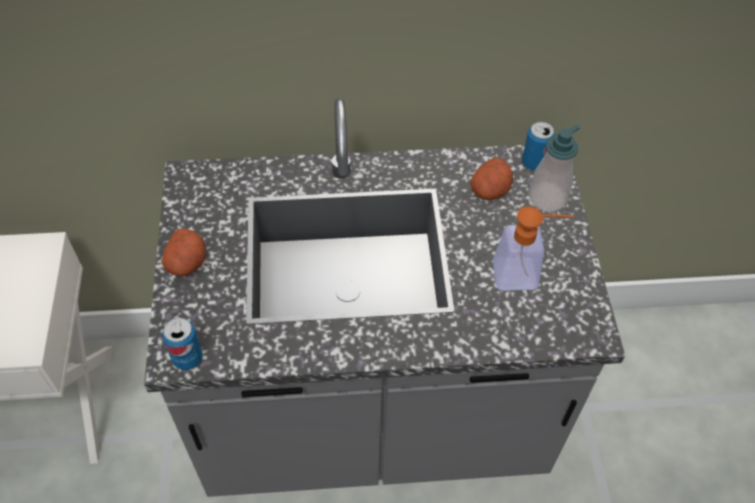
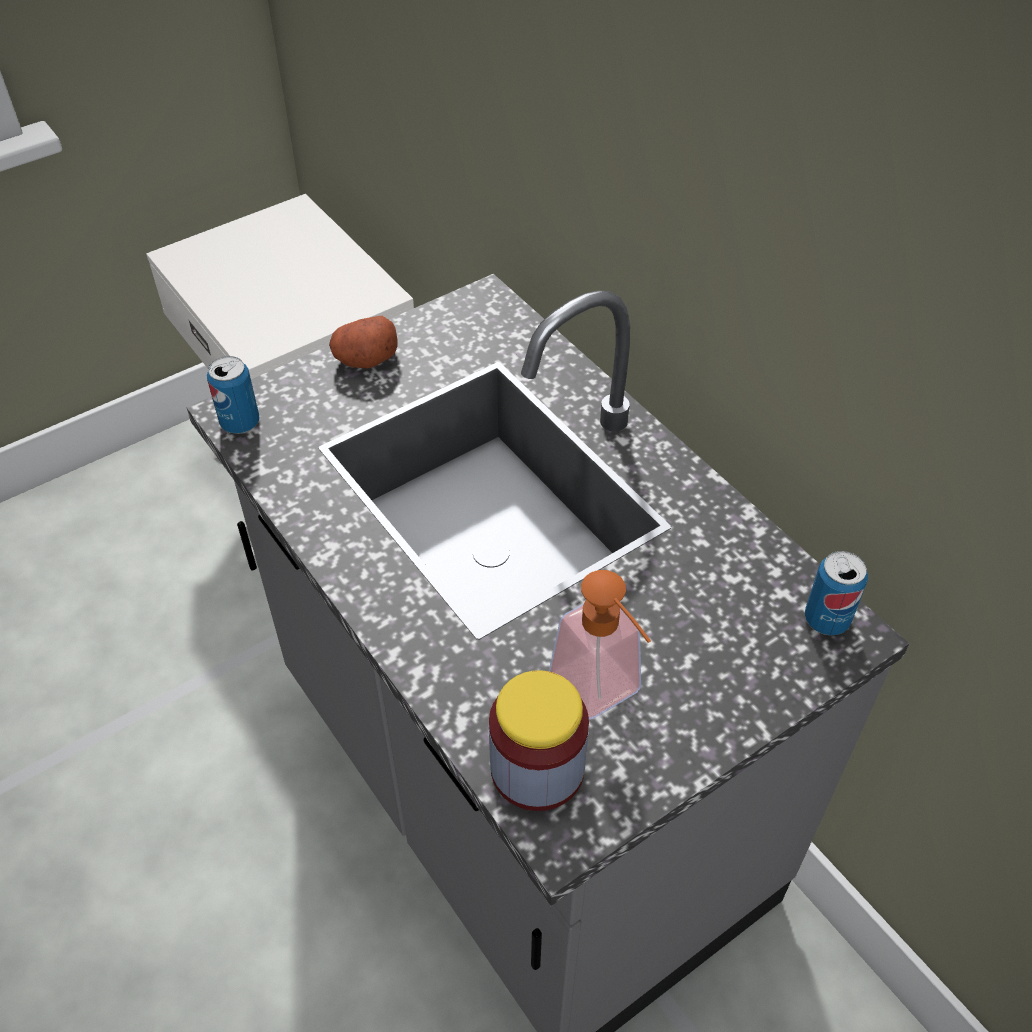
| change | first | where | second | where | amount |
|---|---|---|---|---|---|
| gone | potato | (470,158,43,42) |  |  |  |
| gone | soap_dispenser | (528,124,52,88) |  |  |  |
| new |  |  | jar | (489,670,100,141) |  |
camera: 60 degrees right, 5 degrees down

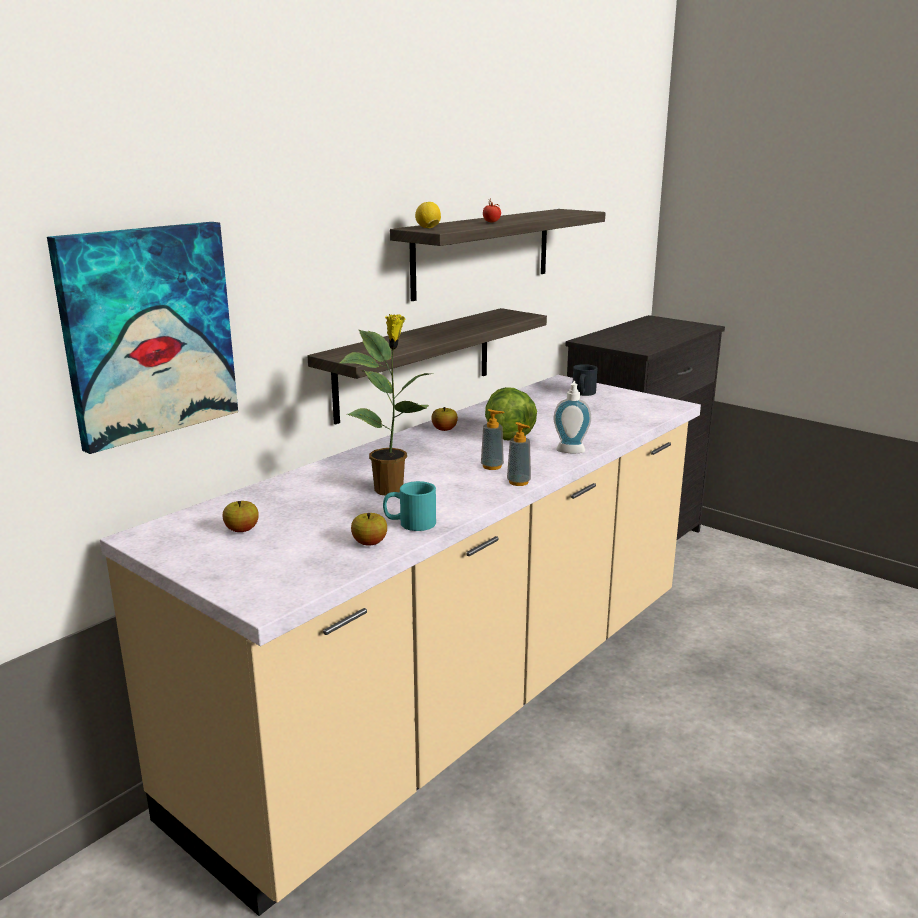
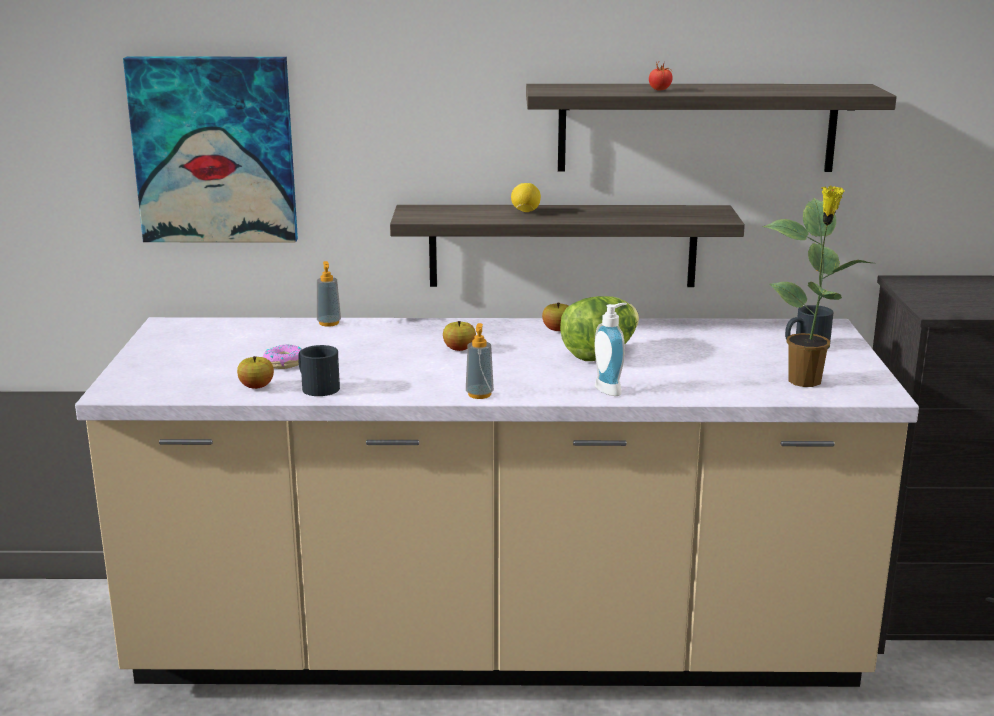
| change | first | where | second | where | amount |
|---|---|---|---|---|---|
| shifted | apple | (223,501,36,31) |  | (443,321,33,30) |  |
| shifted | potted_plant | (339,314,95,181) |  | (762,185,110,202) |  |
| repainted | turquoise_mug | (383,481,53,50) | black_mug | (298,345,42,51) |  |
| shifted | lemon | (415,202,26,26) |  | (511,183,30,29) |  |
| shifted | soap_dispenser | (481,409,23,61) |  | (317,261,24,66) |  |
| new |  |  | donut | (262,344,40,25) |  |
camera: 50 degrees right, 0 degrees up

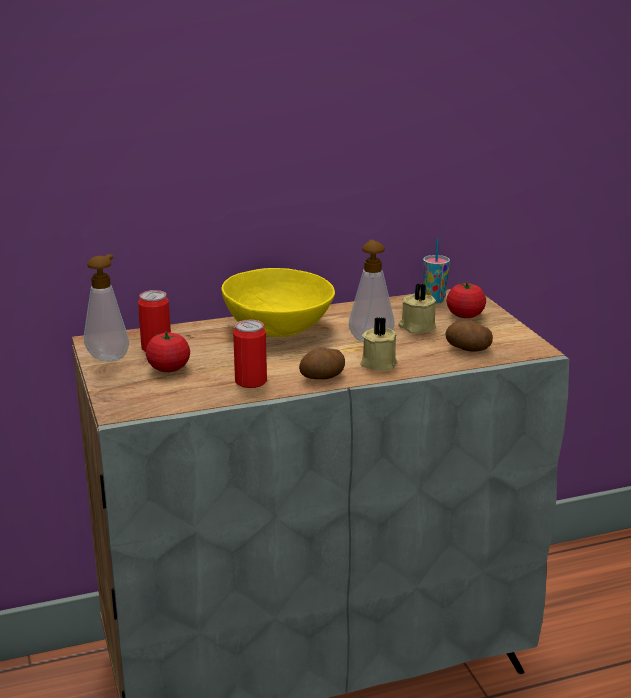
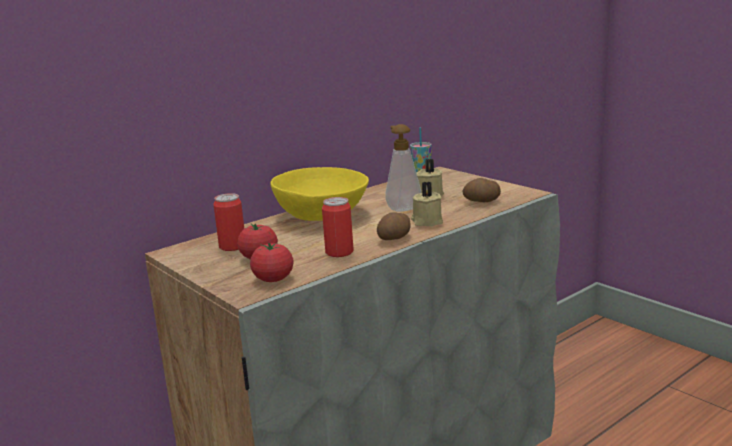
| change | first | where | second | where | amount |
|---|---|---|---|---|---|
| gone | soap_dispenser | (84,254,45,108) |  |  |  |
| shifted | tomato | (446,282,40,36) |  | (250,243,44,39) |  |
camera: 20 degrees left, 5 degrees down

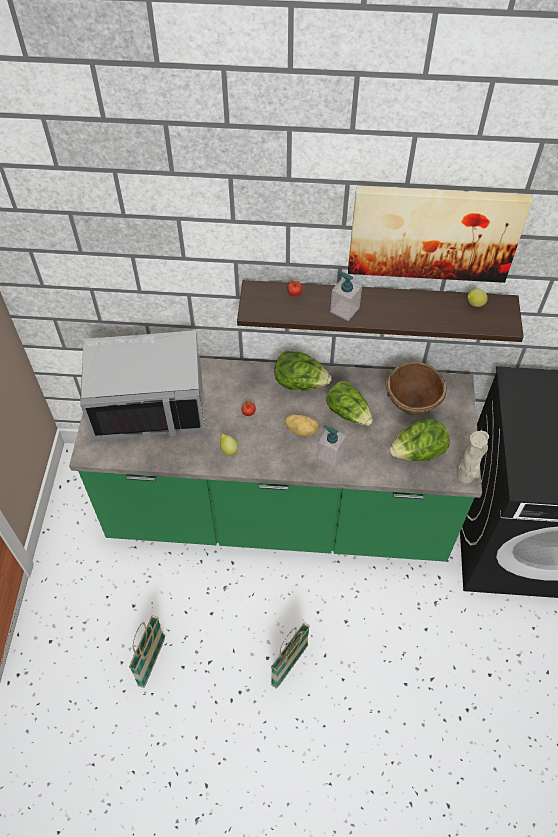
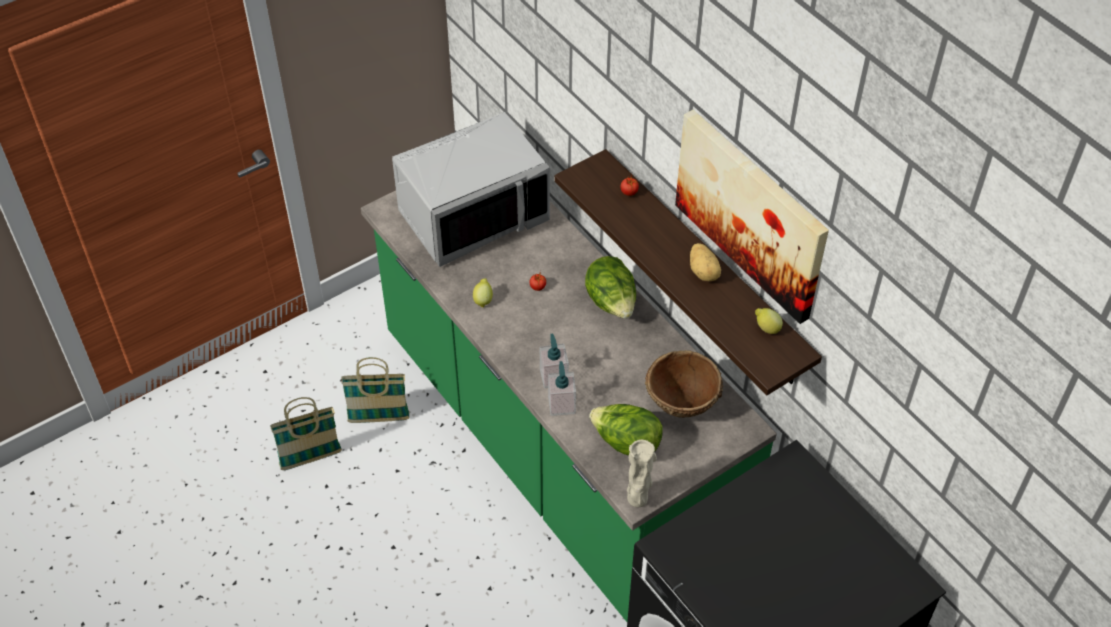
| change | first | where | second | where | amount |
|---|---|---|---|---|---|
| rotated | grey_microwave | (80,330,125,112) |  | (392,112,158,155) | 75 degrees counterclockwise |
| shifted | basket | (271,622,39,67) |  | (341,357,68,66) |  |
| shifted | potato | (285,415,34,22) |  | (690,243,31,38) |  |
| gone | lettuce | (326,381,47,45) |  |  |  |
| shifted | soap_dispenser | (330,271,32,50) |  | (548,361,28,55) |  |
camera: 50 degrees right, 5 degrees down

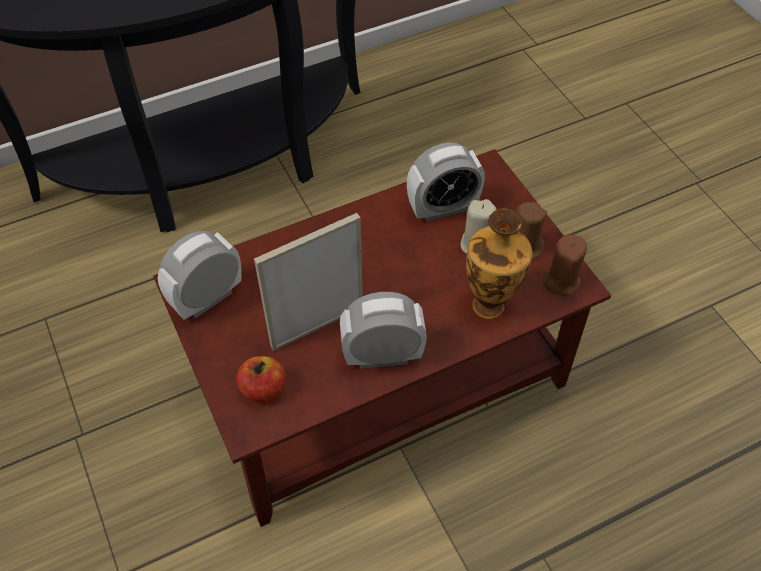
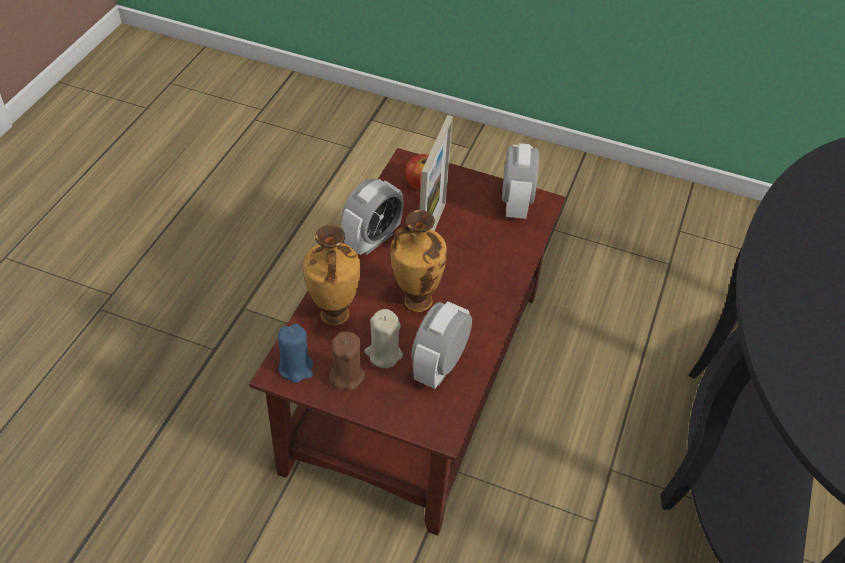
| change | first | where | second | where | amount |
|---|---|---|---|---|---|
| repainted | brown_candle | (543,234,44,62) | blue_candle | (278,324,35,59) |  |
| new |  |  | vase | (390,210,57,102) |  |
camera: 135 degrees right, 5 degrees down

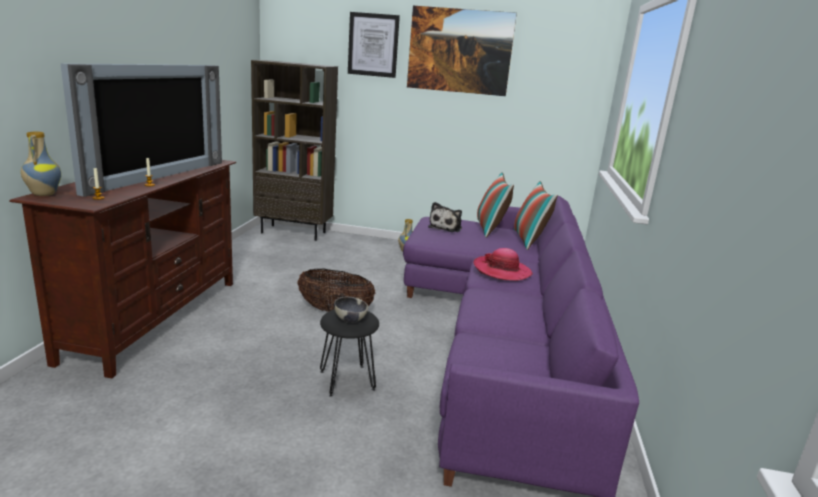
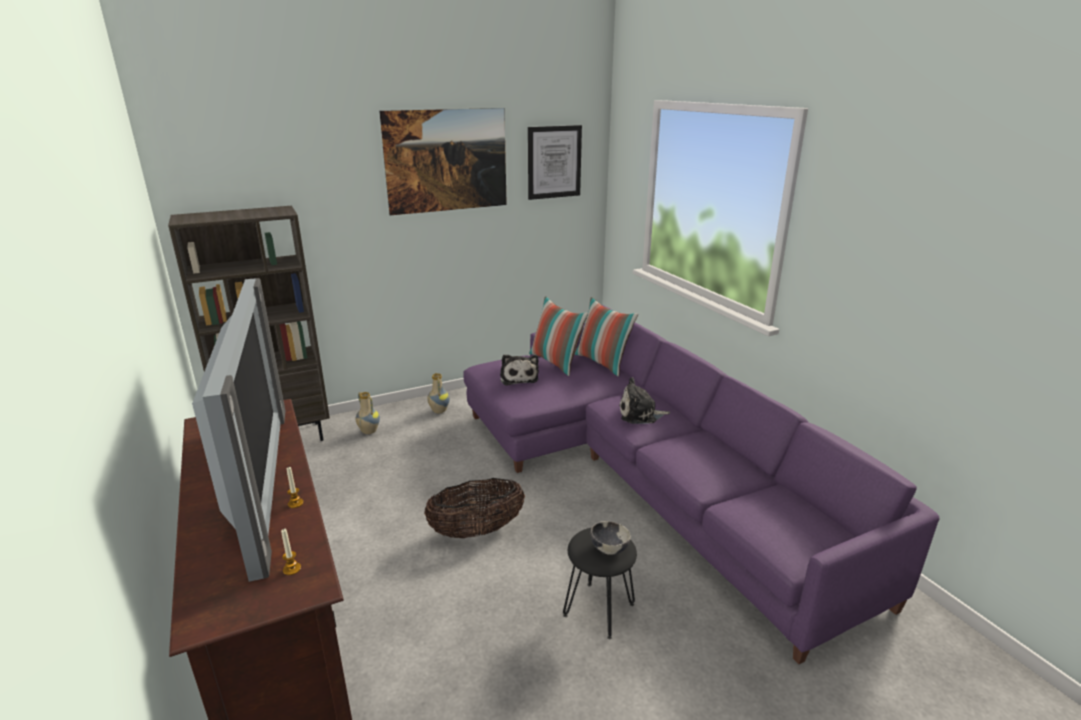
| change | first | where | second | where | amount |
|---|---|---|---|---|---|
| shifted | vase | (21,132,40,64) |  | (356,392,24,42) |  |
| shifted | picture | (348,12,52,66) |  | (528,125,54,75) |  |
| swapped | hat | (474,248,59,33) | plush_toy | (619,377,51,47) |  |
camera: 35 degrees left, 5 degrees up

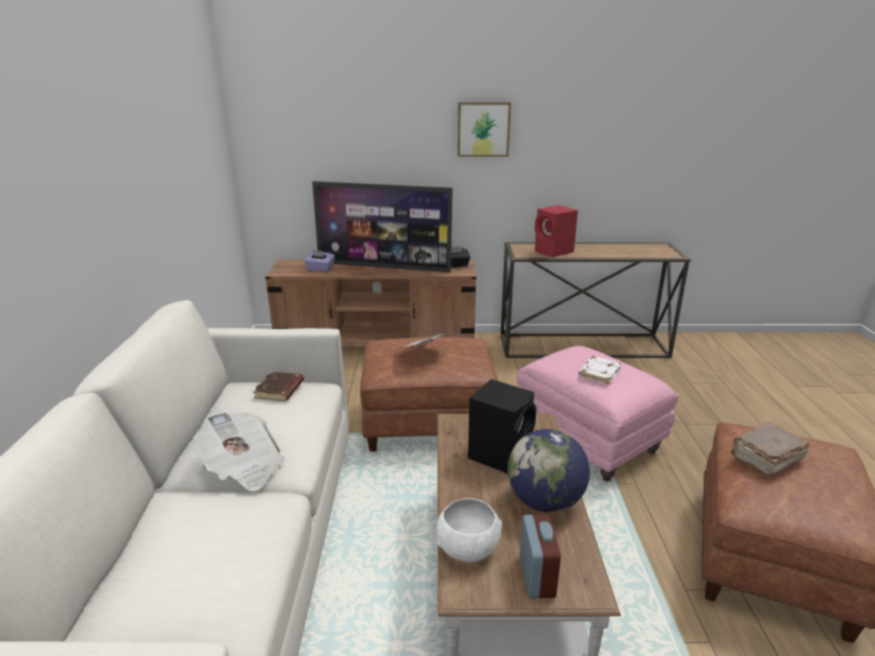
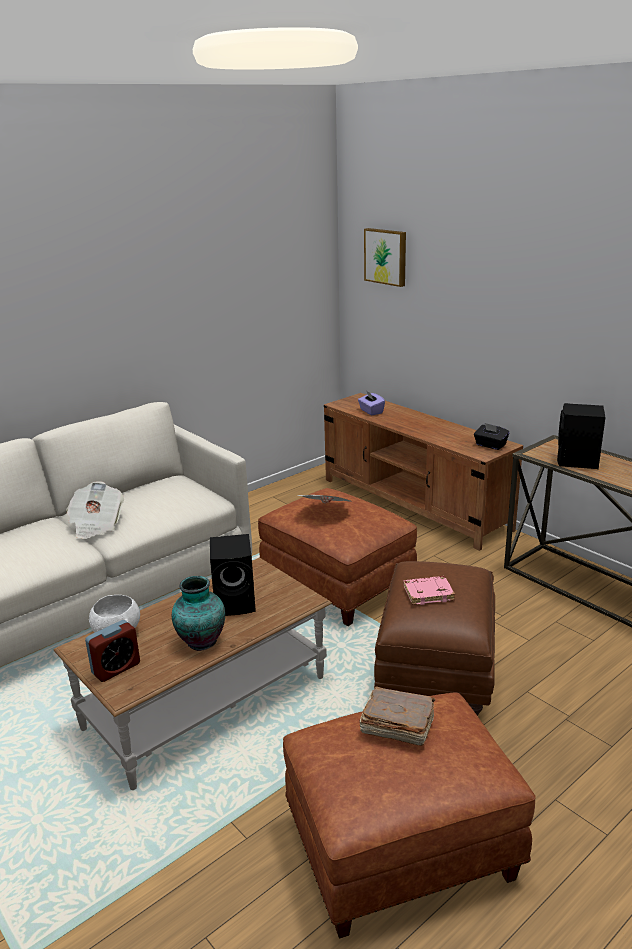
| change | first | where | second | where | amount |
|---|---|---|---|---|---|
| gone | brown_book | (253,371,51,30) |  |  |  |
| gone | television | (312,181,141,91) |  |  |  |
| shifted | picture | (458,102,53,55) |  | (364,228,42,59) |  |
| swapped | globe | (508,429,82,83) | vase | (172,576,53,75) |  |
| repainted | pink_ottoman | (517,346,162,135) | brown_ottoman | (374,561,121,155) |  |
| repainted | red_speaker | (535,205,43,52) | black_speaker | (557,403,49,66) |  |
| repainted | white_book | (578,356,43,28) | pink_book | (403,576,52,29) |  |
camera: 50 degrees right, 0 degrees up

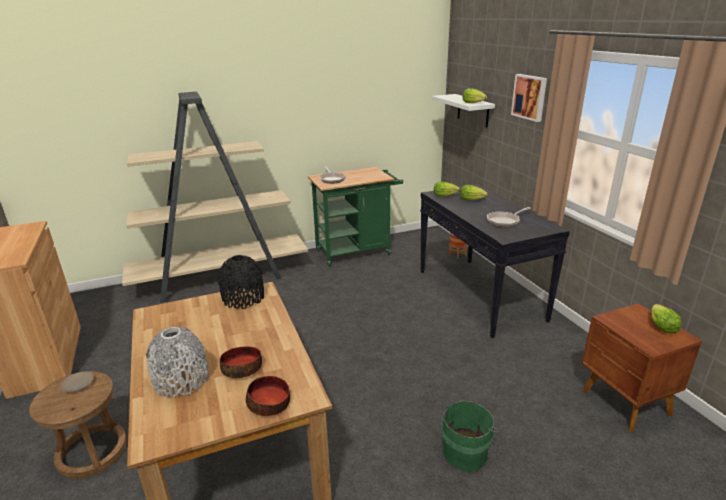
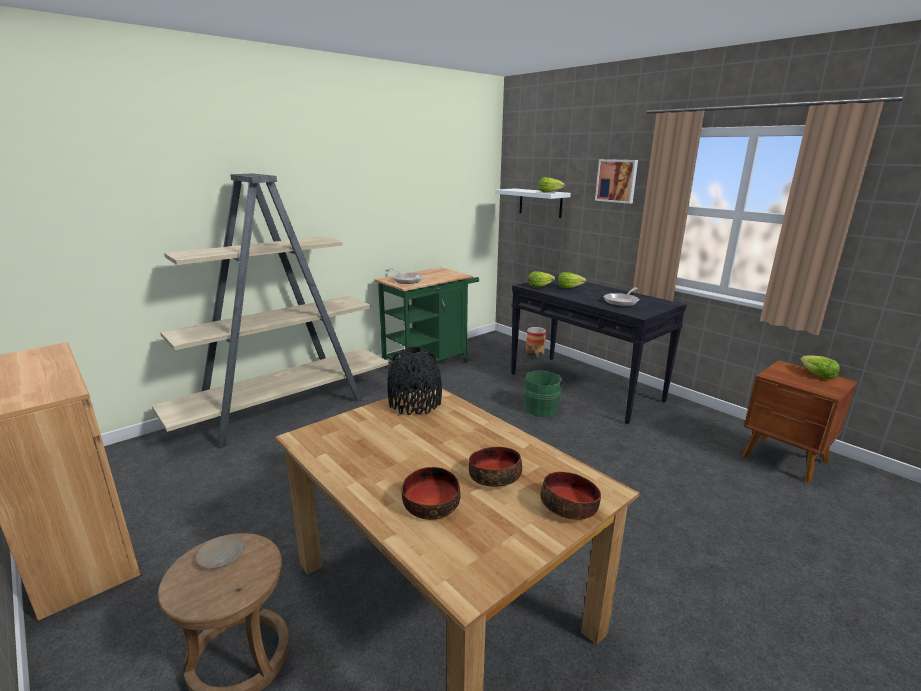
| change | first | where | second | where | amount |
|---|---|---|---|---|---|
| swapped | grey_vase | (146,327,63,71) | bowl | (402,467,58,53) |  |
| shifted | green_bucket | (442,401,57,71) |  | (524,370,41,47) |  |
camera: 20 degrees left, 5 degrees down

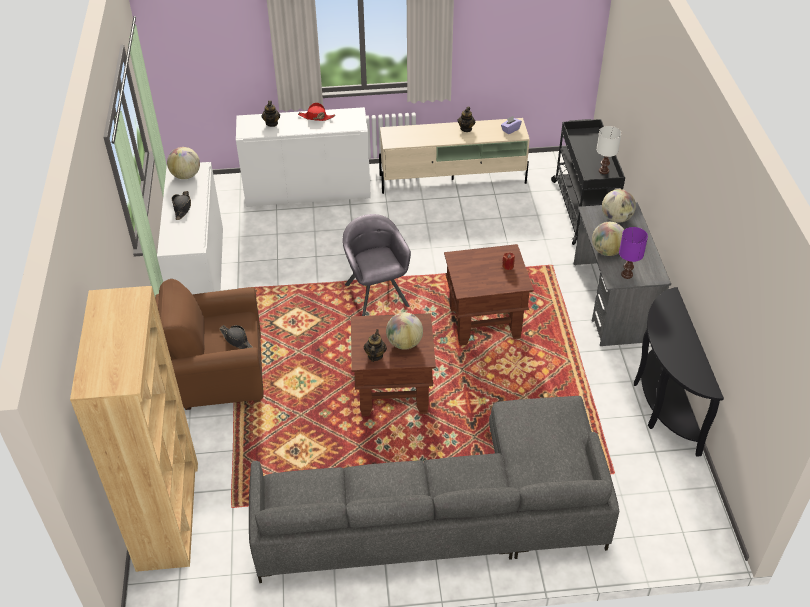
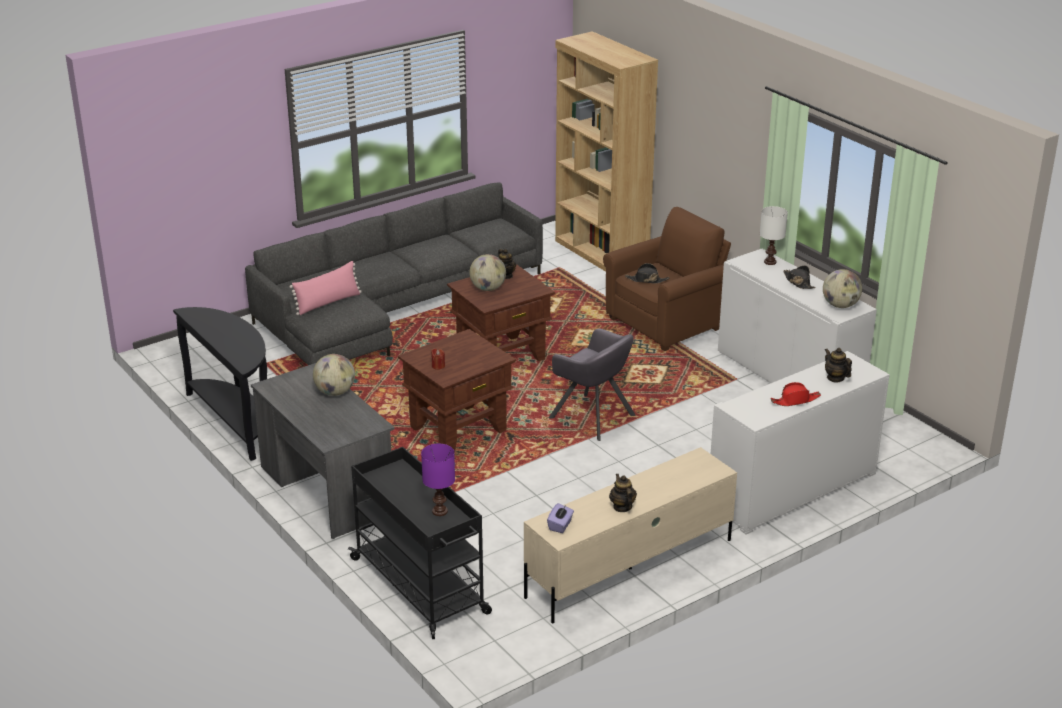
| change | first | where | second | where | amount |
|---|---|---|---|---|---|
| shifted | white_table_lamp | (596,126,26,48) |  | (760,206,28,59) |  |
| gone | globe | (602,189,34,34) |  |  |  |
| shifted | purple_table_lamp | (619,227,29,52) |  | (421,444,34,72) |  |
| new |  |  | pink_pillow | (289,261,73,54) |  |
camera: 150 degrees right, 15 degrees down

